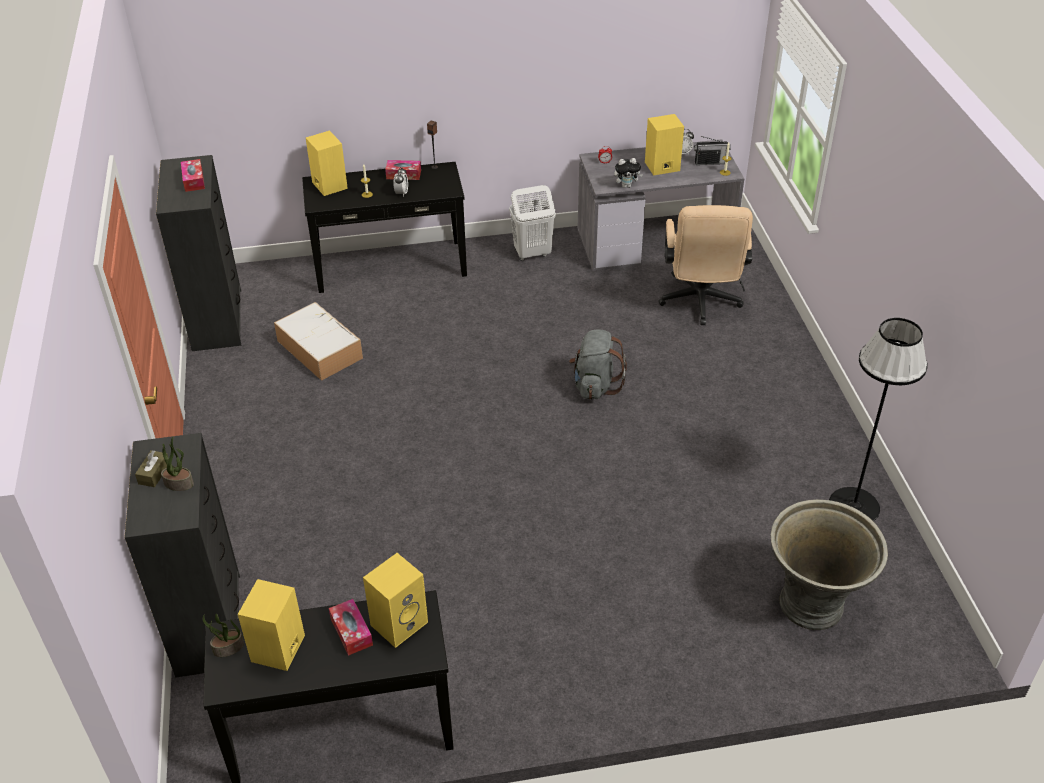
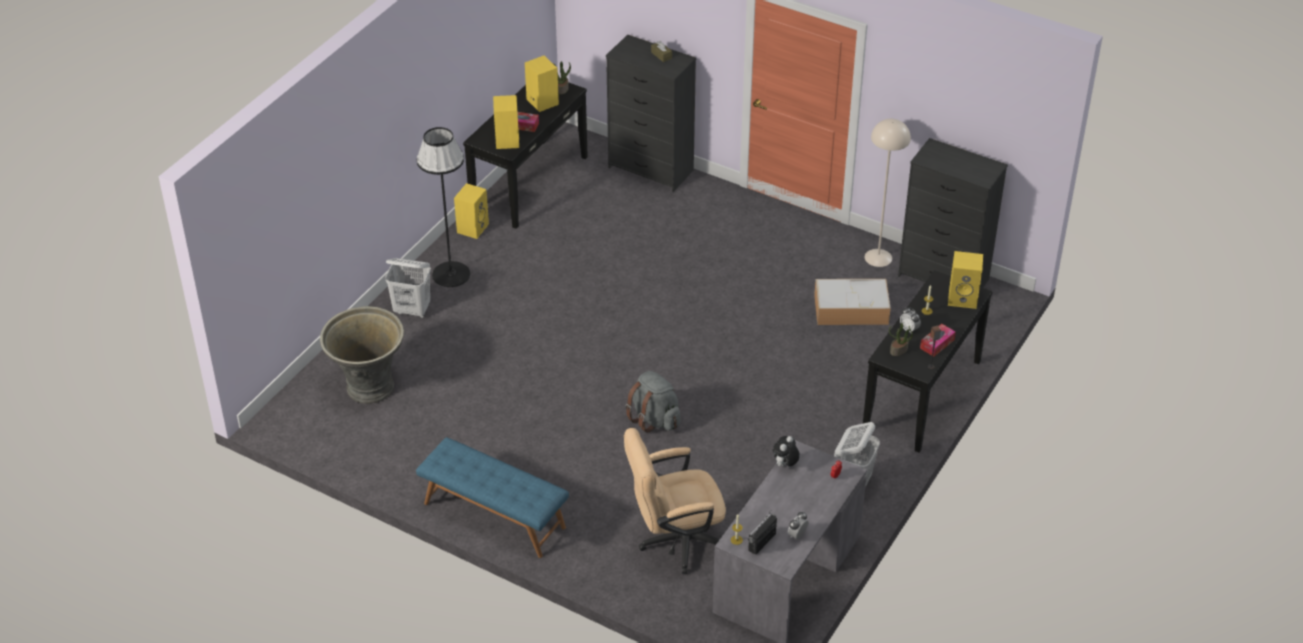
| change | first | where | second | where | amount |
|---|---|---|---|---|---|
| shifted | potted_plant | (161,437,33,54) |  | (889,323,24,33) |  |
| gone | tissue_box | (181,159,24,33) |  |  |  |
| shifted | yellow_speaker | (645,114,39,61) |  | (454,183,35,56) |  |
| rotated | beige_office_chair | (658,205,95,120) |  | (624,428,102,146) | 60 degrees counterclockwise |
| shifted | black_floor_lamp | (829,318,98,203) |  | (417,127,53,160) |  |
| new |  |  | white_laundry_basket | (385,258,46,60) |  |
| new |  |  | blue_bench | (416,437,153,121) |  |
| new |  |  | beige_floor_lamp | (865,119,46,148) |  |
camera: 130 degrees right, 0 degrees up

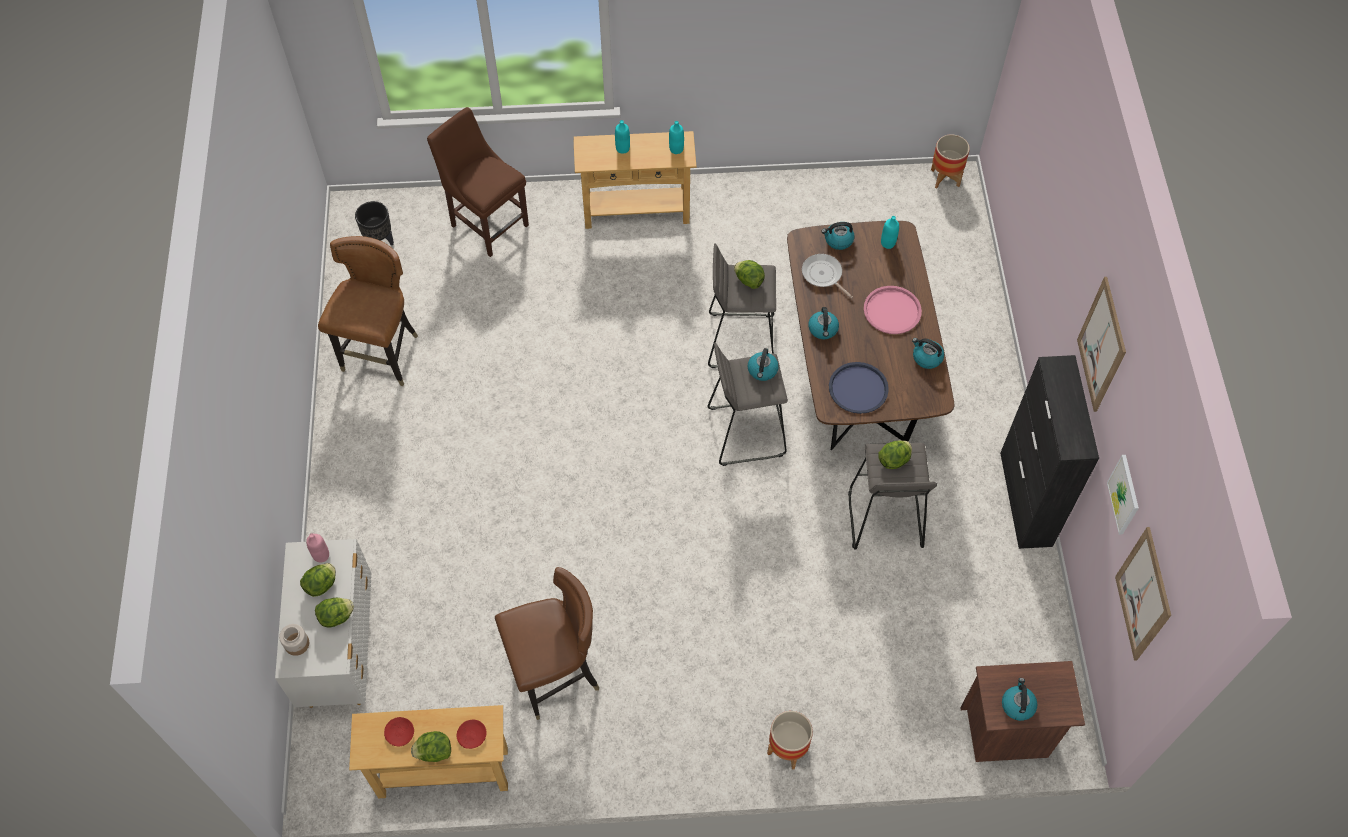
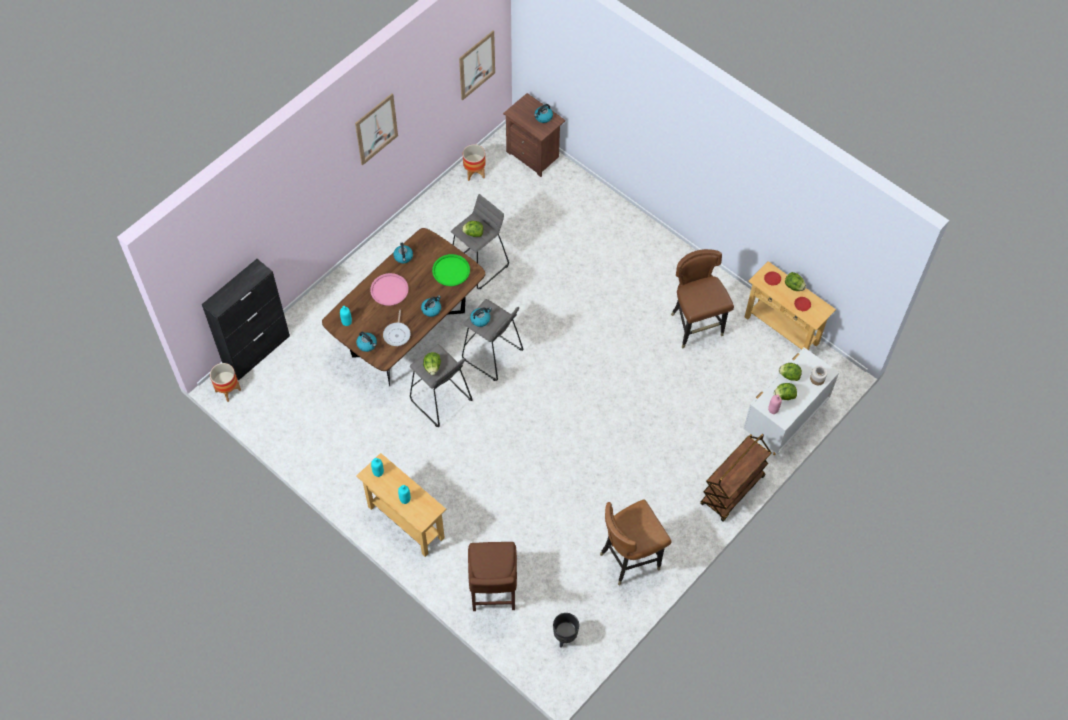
| change | first | where | second | where | amount |
|---|---|---|---|---|---|
| rotated | brown_chair | (495,567,104,153) |  | (671,249,63,100) | 45 degrees clockwise |
| shifted | planter | (767,711,46,59) |  | (463,144,23,37) |  |
| repainted | blue_tray | (829,362,60,52) | green_tray | (432,254,38,32) |  |
| shifted | black_cabinet | (1000,355,99,194) |  | (202,259,88,121) |  |
| gone | picture | (1107,455,32,80) |  |  |  |
| new |  |  | brown_cart | (700,434,72,88) |  |
camera: 135 degrees left, 0 degrees up

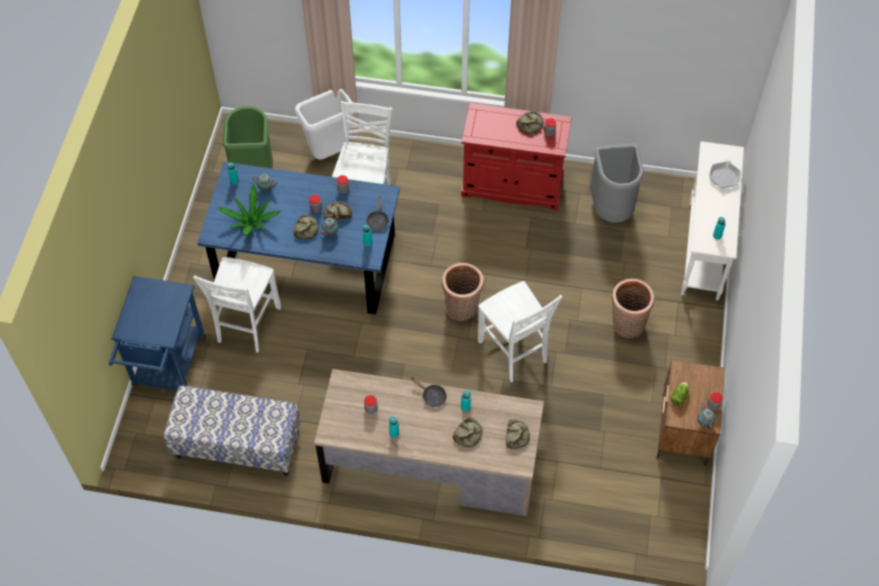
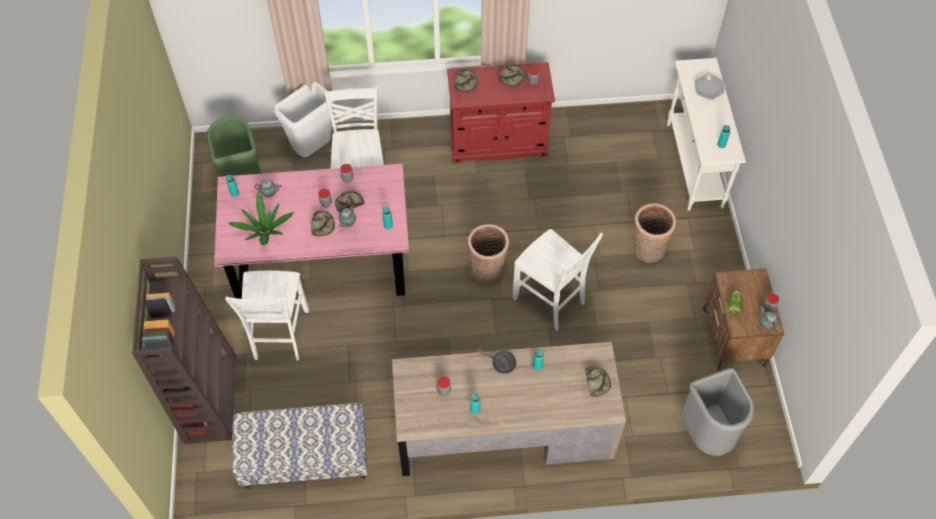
| change | first | where | second | where | amount |
|---|---|---|---|---|---|
| swapped | blue_cart | (109,276,97,115) | brown_bookcase | (132,257,104,187) |  |
| repainted | blue_dining_table | (197,162,203,152) | pink_dining_table | (214,164,195,142) |  |
| gone | black_frying_pan | (367,197,22,34) |  |  |  |
| shifted | bread | (453,417,29,30) |  | (454,69,24,23) |  |
| shifted | grey_trash_can | (590,144,53,79) |  | (680,368,75,88) |  |
camera: 15 degrees left, 0 degrees up

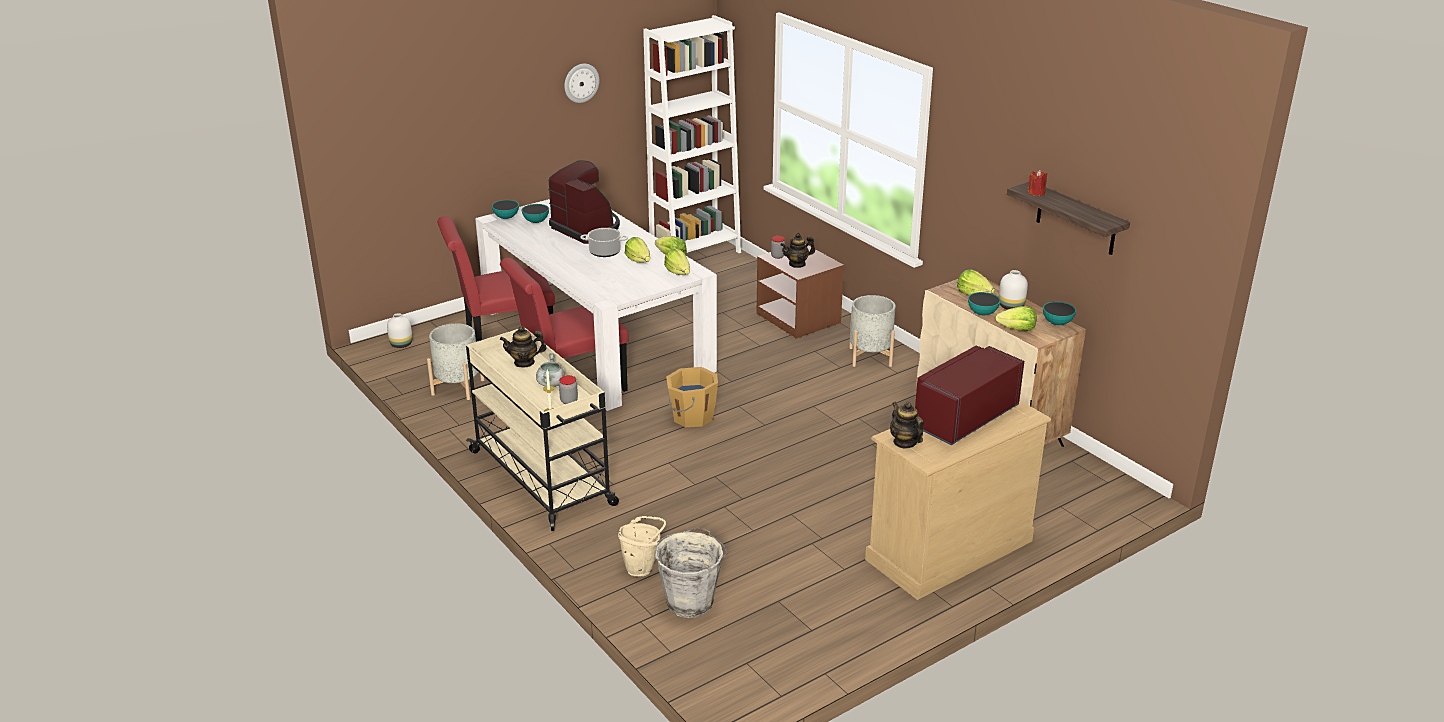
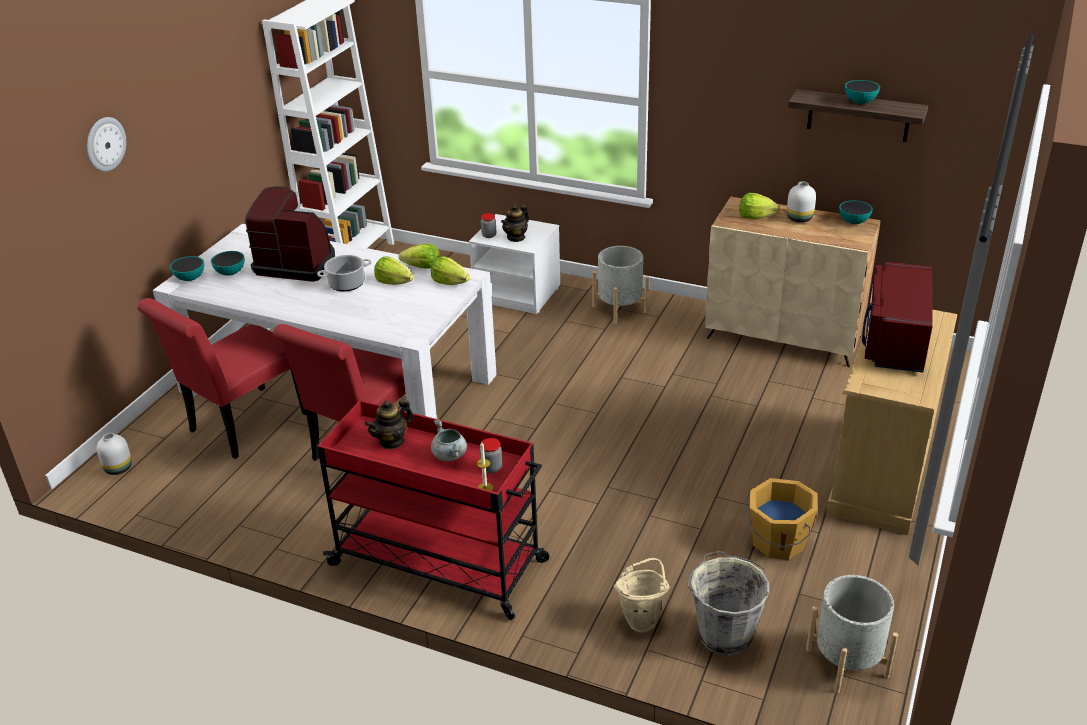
| change | first | where | second | where | amount |
|---|---|---|---|---|---|
| shifted | grey_planter | (427,323,57,77) |  | (806,575,92,118) |  |
| repainted | beige_cart | (466,327,153,204) | red_cart | (317,400,232,220) |  |
| shifted | wall_clock | (564,64,35,39) |  | (87,117,39,55) |  |
| shifted | orange_bucket | (666,367,52,60) |  | (745,478,72,82) |  |
| repainted | brown_nightstand | (757,245,87,94) | white_nightstand | (469,214,91,100) |  |
| gone | teapot | (890,402,34,46) |  |  |  |
| shifted | bowl | (968,292,33,23) |  | (845,80,35,24) |  |
| gone | lettuce | (995,306,42,25) |  |  |  |
| gone | red_candle | (1028,170,19,26) |  |  |  |
camera: 30 degrees left, 5 degrees up

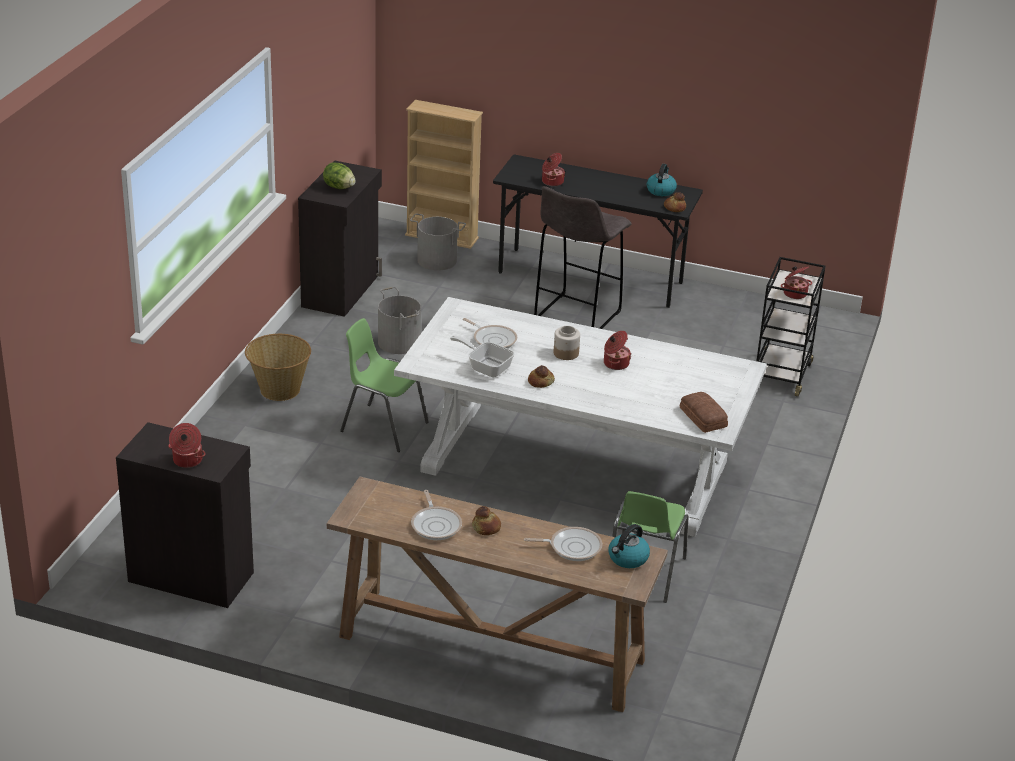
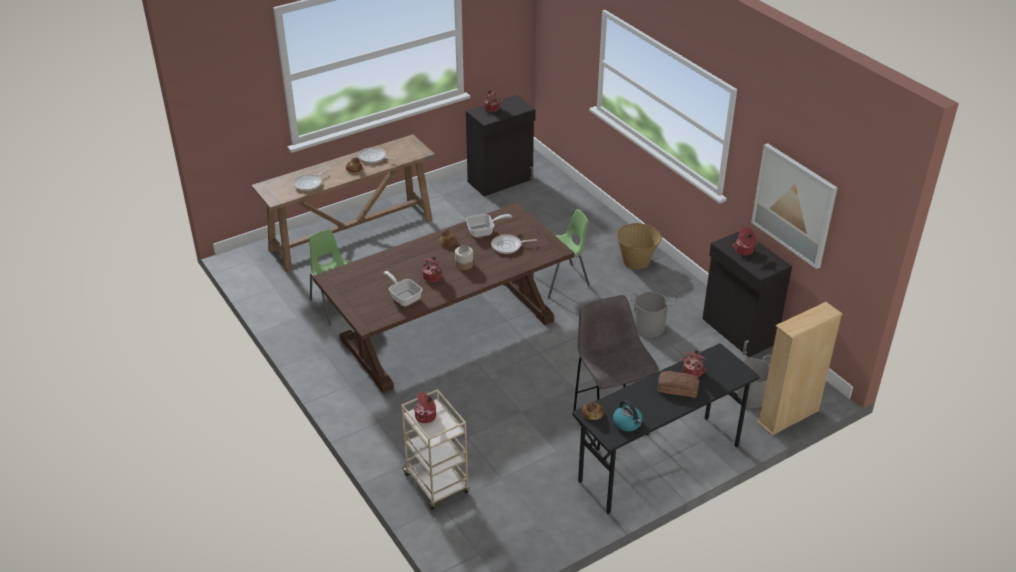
| change | first | where | second | where | amount |
|---|---|---|---|---|---|
| swapped | lettuce | (323,162,33,27) | cooking_pot | (733,227,25,29) |  |
| repainted | white_dining_table | (394,297,373,240) | brown_dining_table | (312,203,263,190) |  |
| gone | kettle | (608,524,42,44) |  |  |  |
| shifted | bread | (679,392,49,41) |  | (658,371,41,27) |  |
| repainted | black_cart | (757,257,68,140) | beige_cart | (401,389,69,121) |  |
| new |  |  | frying_pan | (383,271,39,35) |  |
| new |  |  | picture | (751,143,87,126) |  |
camera: 130 degrees right, 5 degrees up

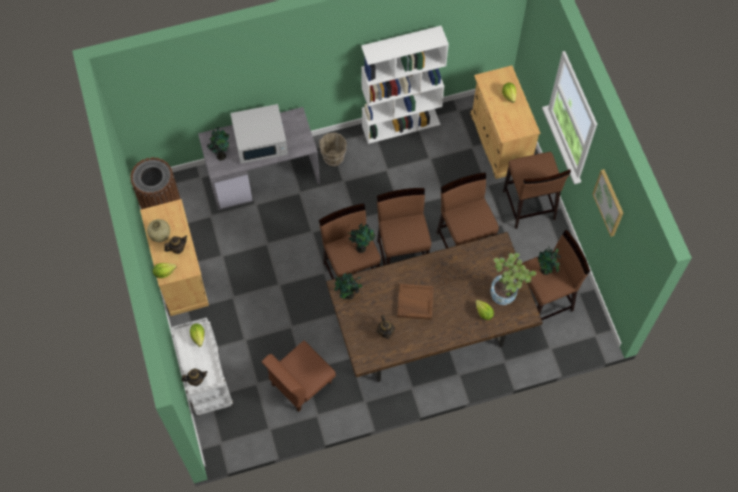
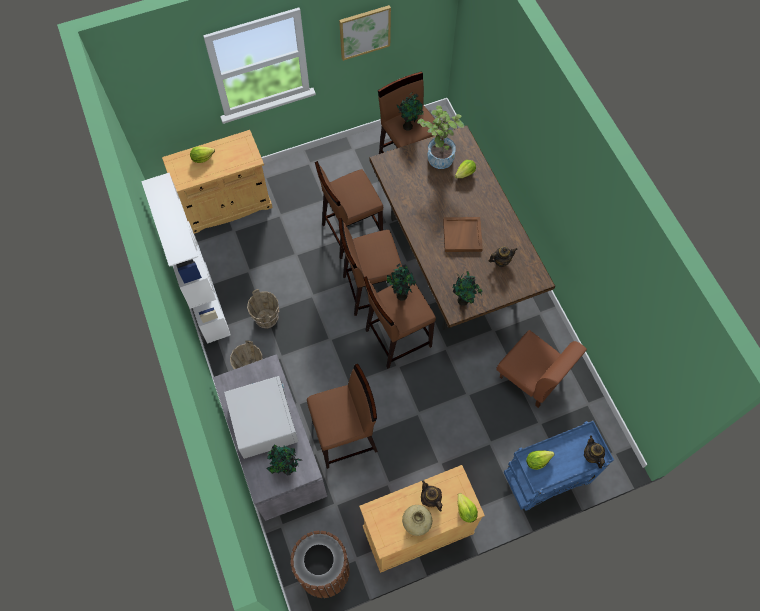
| change | first | where | second | where | amount |
|---|---|---|---|---|---|
| repainted | white_cart | (171,317,62,99) | blue_cart | (504,421,110,90) |  |
| shifted | brown_stool | (503,152,68,77) |  | (307,364,71,105) |  |
| new |  |  | brown_bucket | (247,289,32,40) |  |
camera: 95 degrees left, 0 degrees up

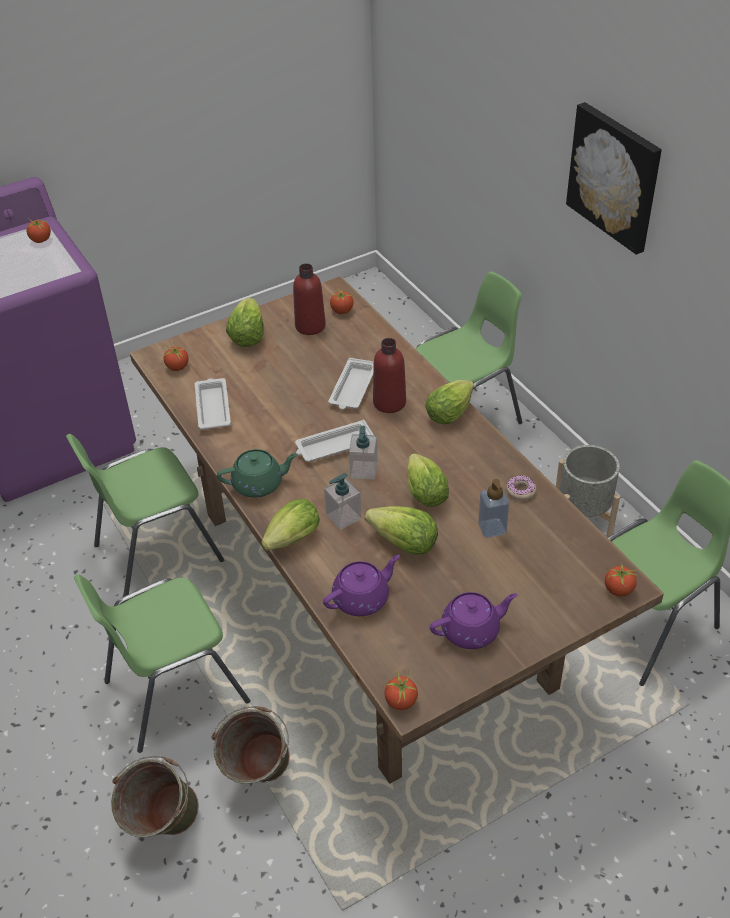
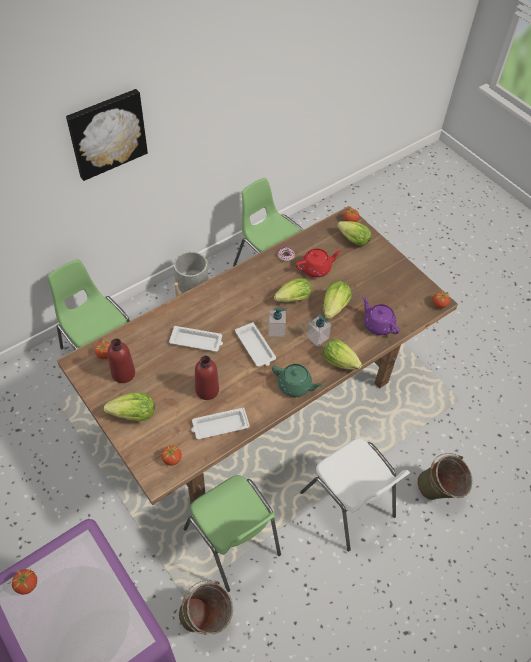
| change | first | where | second | where | amount |
|---|---|---|---|---|---|
| repainted | green_chair | (74,574,177,179) | white_chair | (300,438,110,113) |  |
| shifted | green_bucket | (212,706,78,78) |  | (179,580,54,55) |  |
| rotated | green_teapot | (217,449,81,49) |  | (272,364,51,33) | 135 degrees clockwise |
| shifted | red_bottle | (373,338,33,75) |  | (195,356,24,44) |  |
| shifted | lettuce | (425,380,49,44) |  | (337,221,34,25) |  |
| gone | purple_teapot | (430,592,88,57) |  |  |  |
| swapped | soap_dispenser | (478,479,31,59) | red_teapot | (295,248,46,29) |  |
camera: 100 degrees left, 10 degrees up

